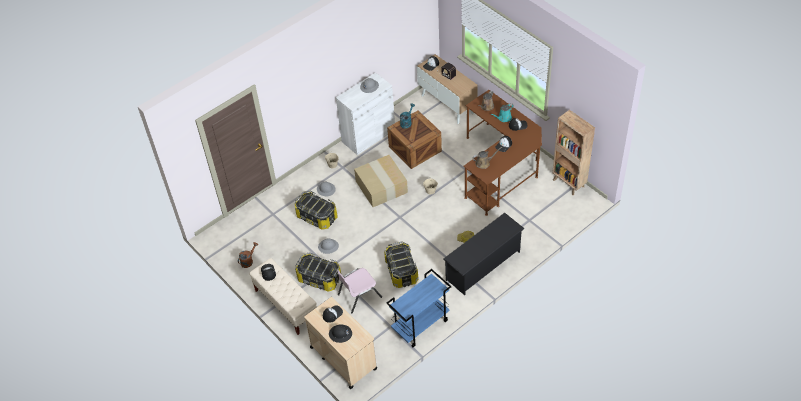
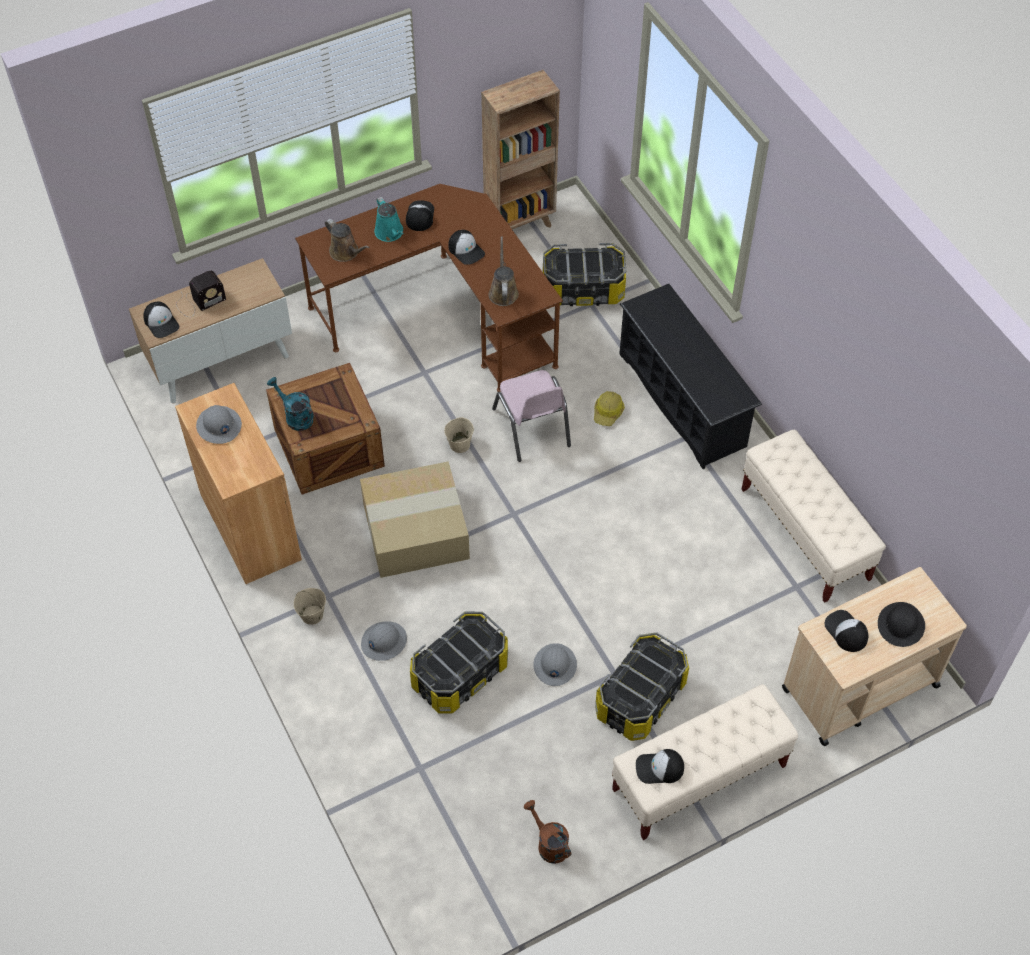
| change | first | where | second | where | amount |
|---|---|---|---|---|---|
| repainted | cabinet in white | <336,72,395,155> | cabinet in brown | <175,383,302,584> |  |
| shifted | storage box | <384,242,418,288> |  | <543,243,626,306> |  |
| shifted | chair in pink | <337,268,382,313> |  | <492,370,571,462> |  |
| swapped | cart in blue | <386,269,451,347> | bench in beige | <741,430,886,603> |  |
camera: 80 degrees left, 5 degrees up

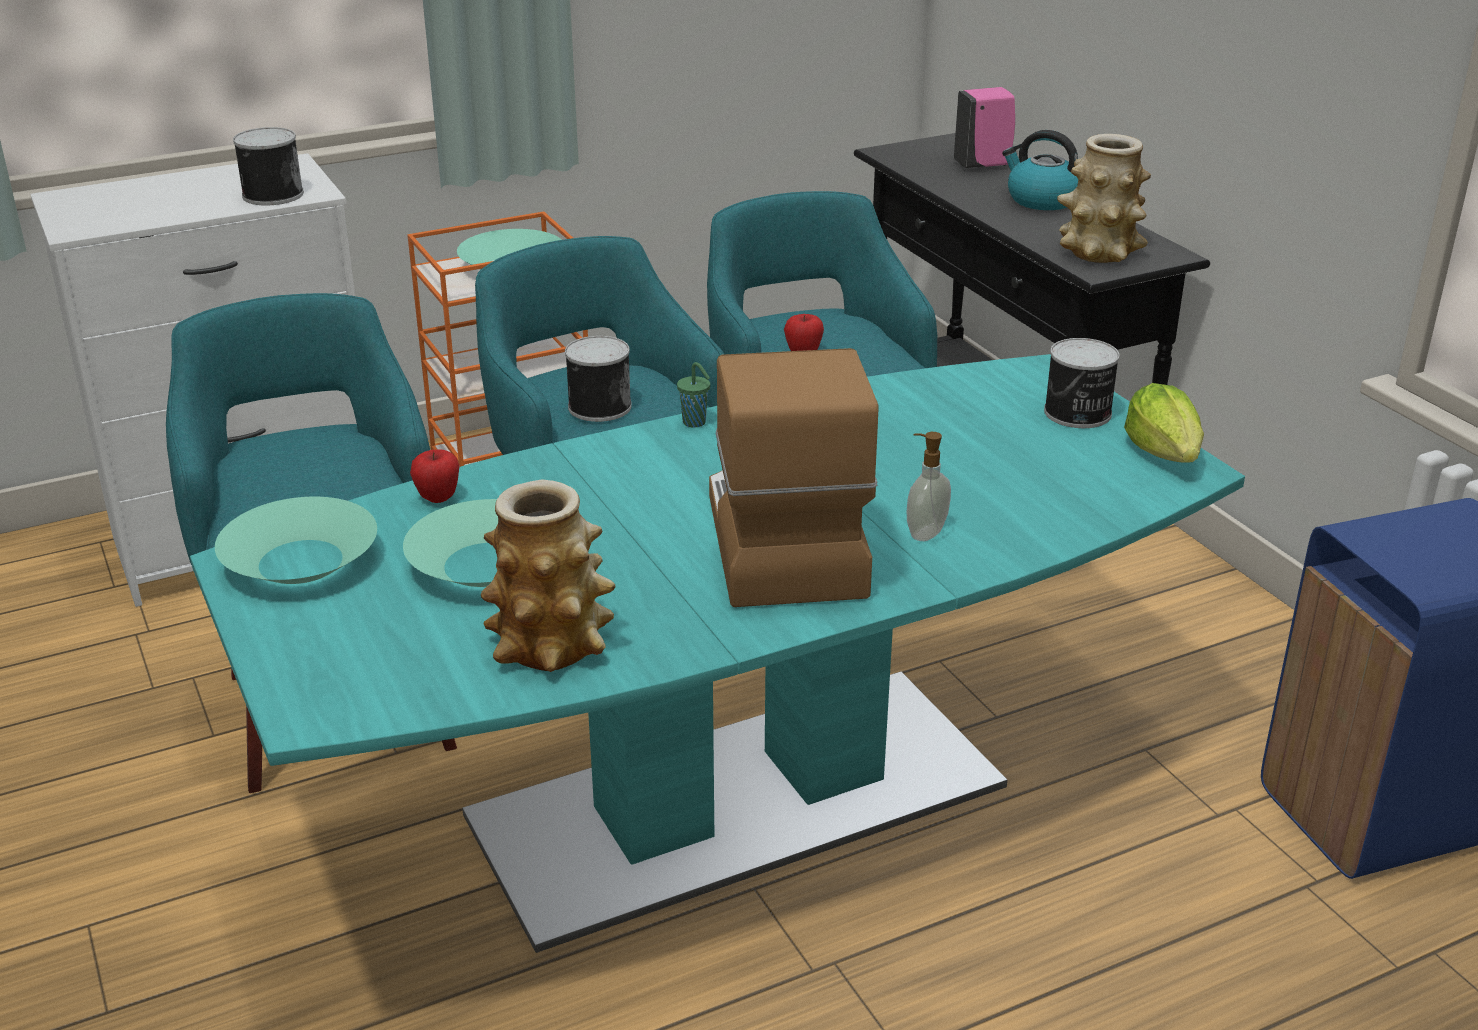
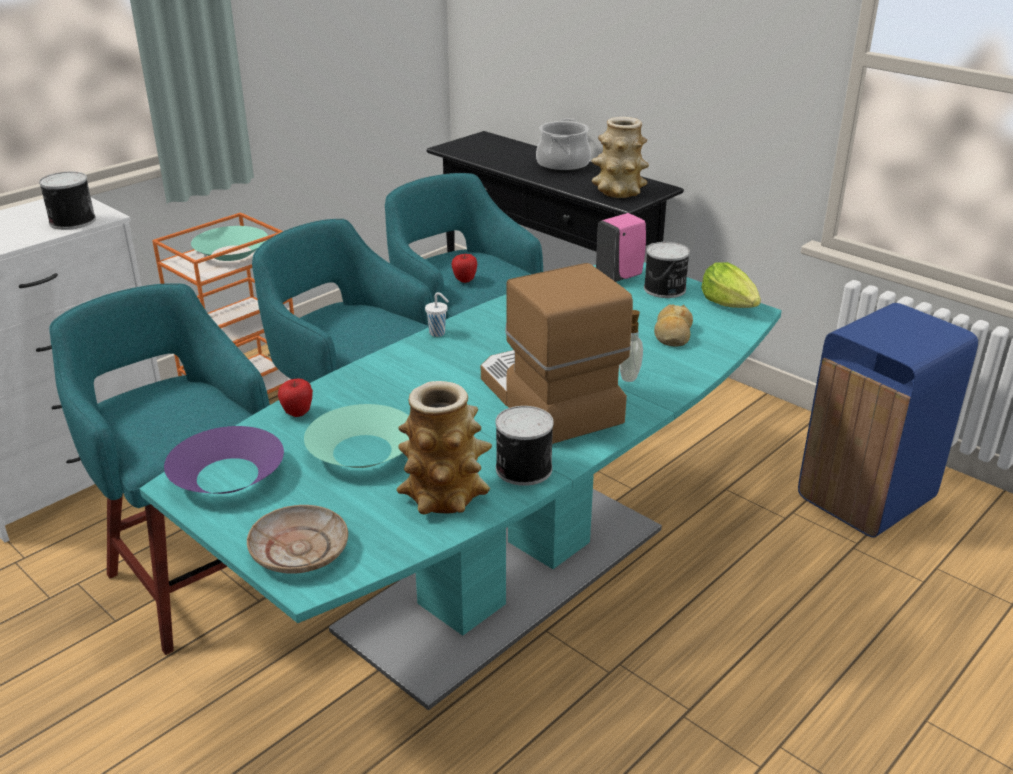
| change | first | where | second | where | amount |
|---|---|---|---|---|---|
| shifted | soap dispenser in pink | <954,87,1015,168> |  | <596,213,646,282> |  |
| swapped | kettle | <1002,130,1078,210> | cooking pot | <536,118,591,172> |  |
| shifted | can | <565,336,632,422> |  | <495,406,554,486> |  |
| repainted | cup in green | <677,362,710,427> | cup in white | <425,292,449,337> |  |
| repainted | bowl in turquoise | <215,497,377,584> | bowl in purple | <164,426,284,494> |  |
| new |  |  | bread | <654,304,693,347> |  |
| new |  |  | plate in beige | <247,505,348,574> |  |
camera: 20 degrees left, 0 degrees up

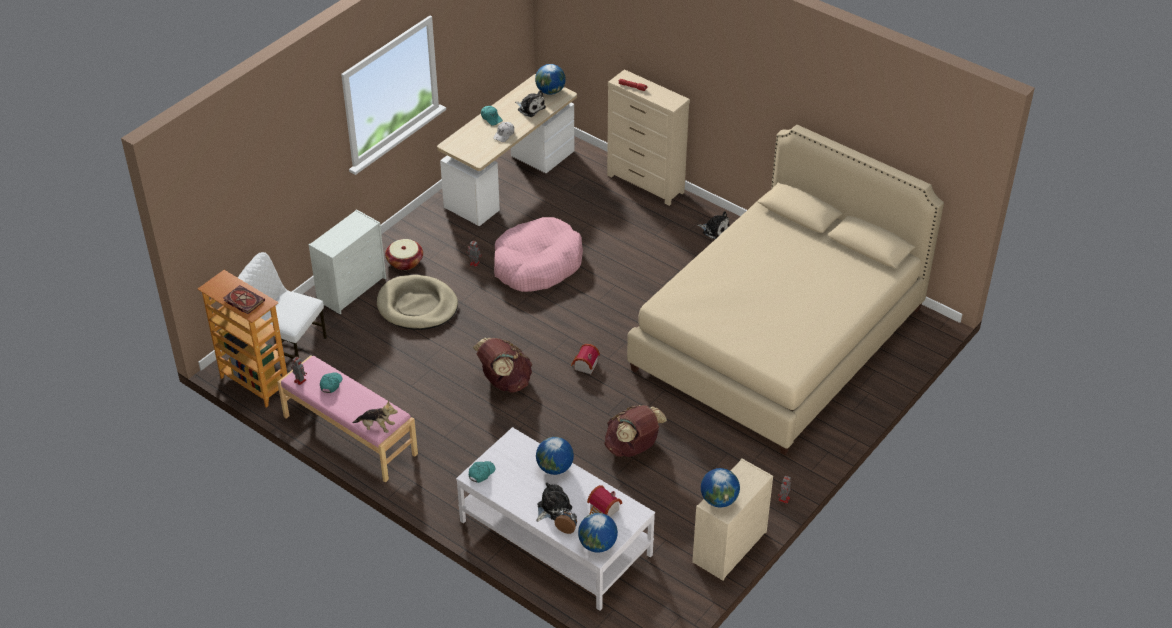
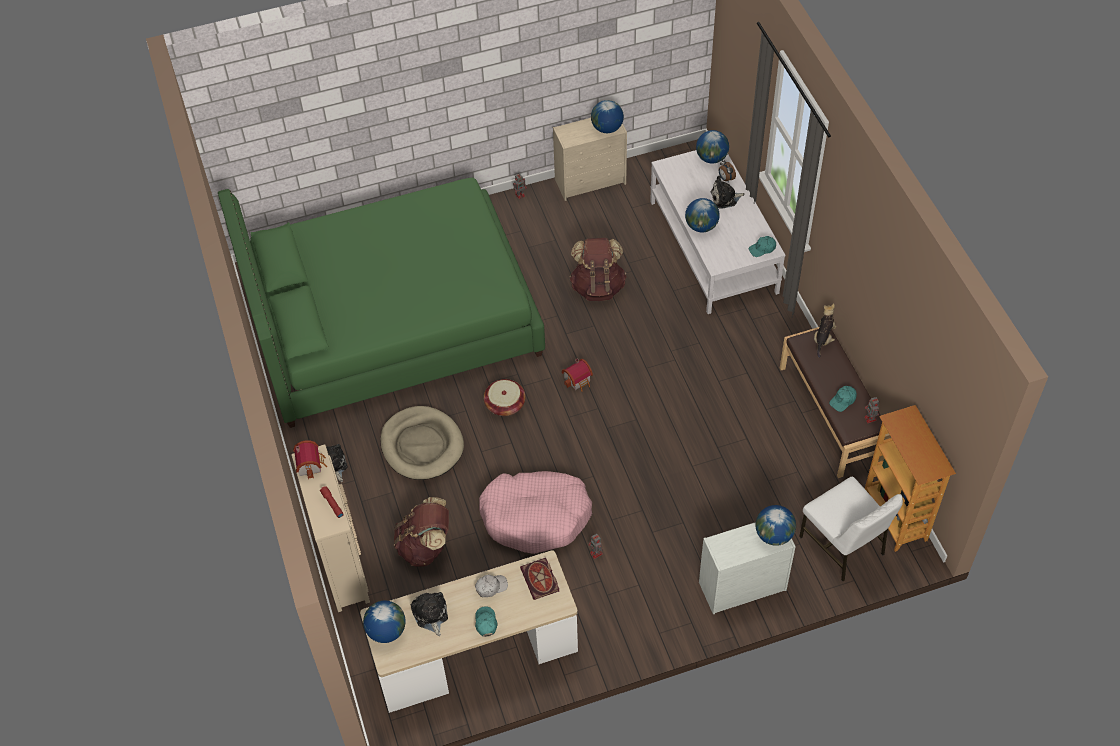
| change | first | where | second | where | amount |
|---|---|---|---|---|---|
| repainted | bed in beige | <627,125,944,455> | bed in green | <218,178,545,428> |  |
| shifted | basket | <385,239,423,270> |  | <484,379,526,416> |  |
| shifted | dog bed in beige | <377,275,458,330> |  | <380,406,464,480> |  |
| shifted | book | <223,285,265,314> |  | <520,558,559,600> |  |
| shifted | backpack in brown | <473,338,533,393> |  | <394,497,449,566> |  |
| repainted | bench in pink | <277,355,418,483> | bench in brown | <780,327,891,478> |  |
| rotated | plush toy | <353,400,398,433> |  | <814,303,836,358> | 60 degrees clockwise |
| shifted | toy house | <587,485,622,517> |  | <293,440,327,479> |  |
| new |  |  | globe | <755,505,796,546> |  |
camera: 145 degrees left, 10 degrees up

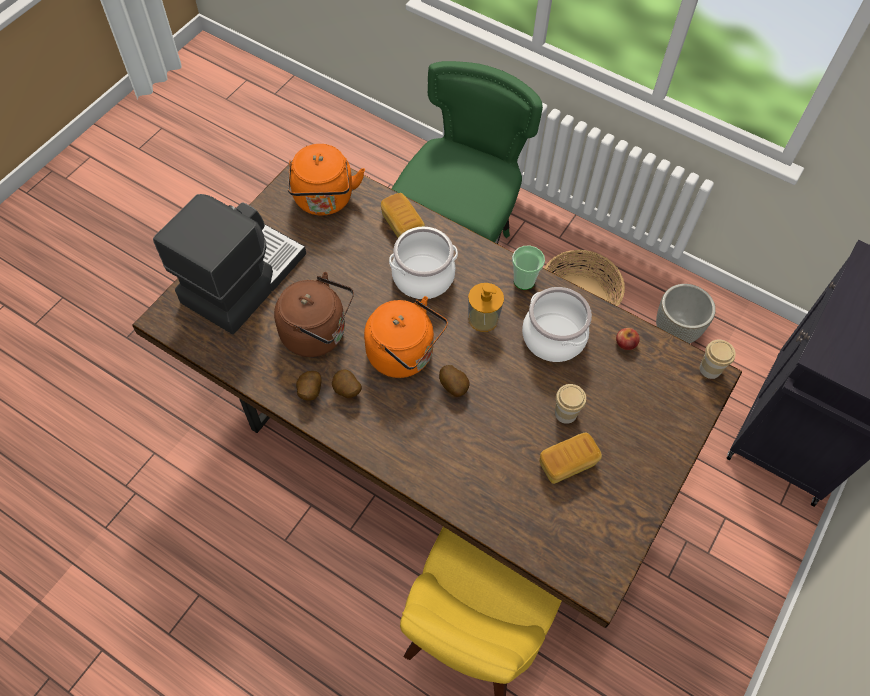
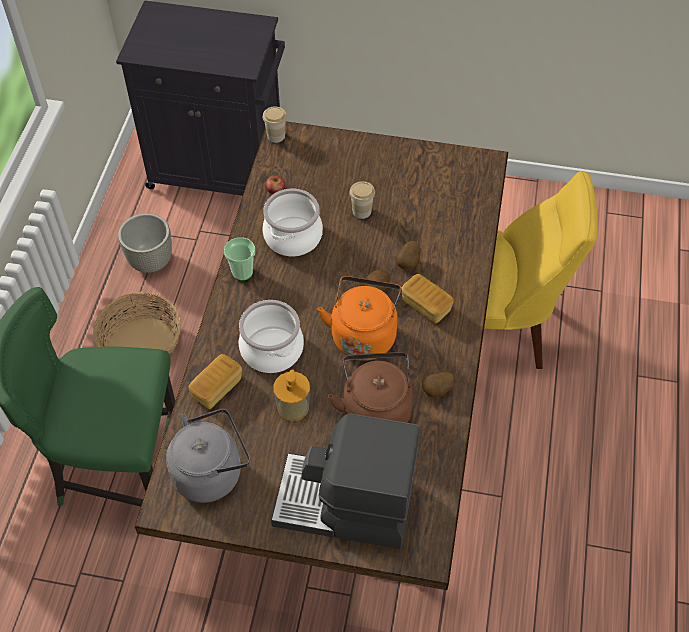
| change | first | where | second | where | amount |
|---|---|---|---|---|---|
| repainted | kettle in orange | <288,144,365,216> | kettle in grey | <166,409,250,503> |  |
| shifted | soap dispenser | <468,283,504,332> |  | <273,370,310,422> |  |
| shifted | potato | <332,369,362,398> |  | <396,241,421,270> |  |
| shifted | bread | <540,432,602,484> |  | <402,274,454,323> |  |
camera: 110 degrees left, 5 degrees down

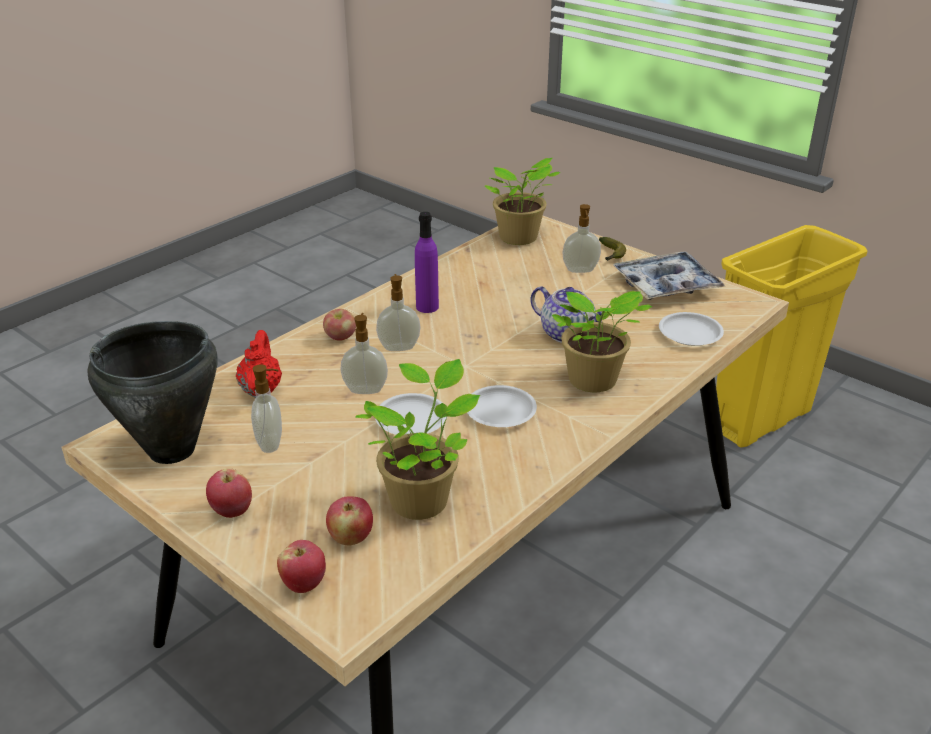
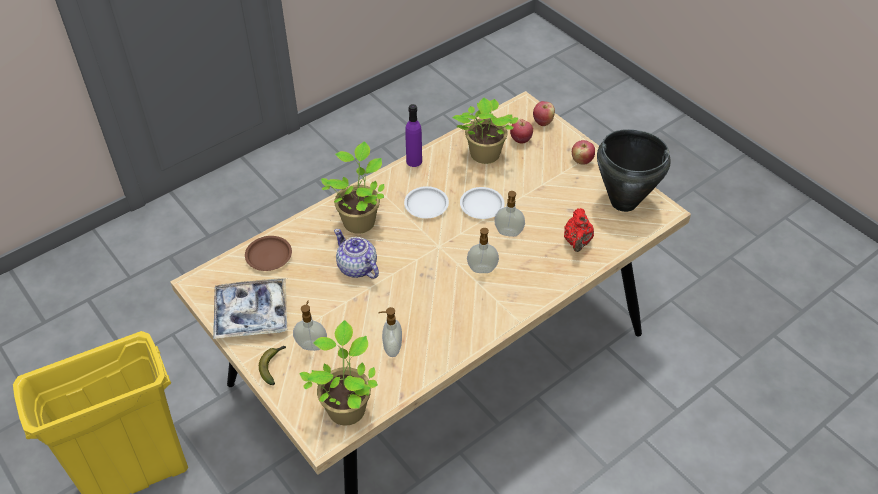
| change | first | where | second | where | amount |
|---|---|---|---|---|---|
| shifted | bottle in purple | <415,212,439,313> |  | <405,104,422,167> |  |
| gone | apple | <323,309,356,341> |  |  |  |
| repainted | plate in white | <659,312,724,346> | plate in brown | <245,236,292,271> |  |
| shifted | soap dispenser | <251,364,282,453> |  | <378,307,402,357> |  |
camera: 170 degrees left, 15 degrees up

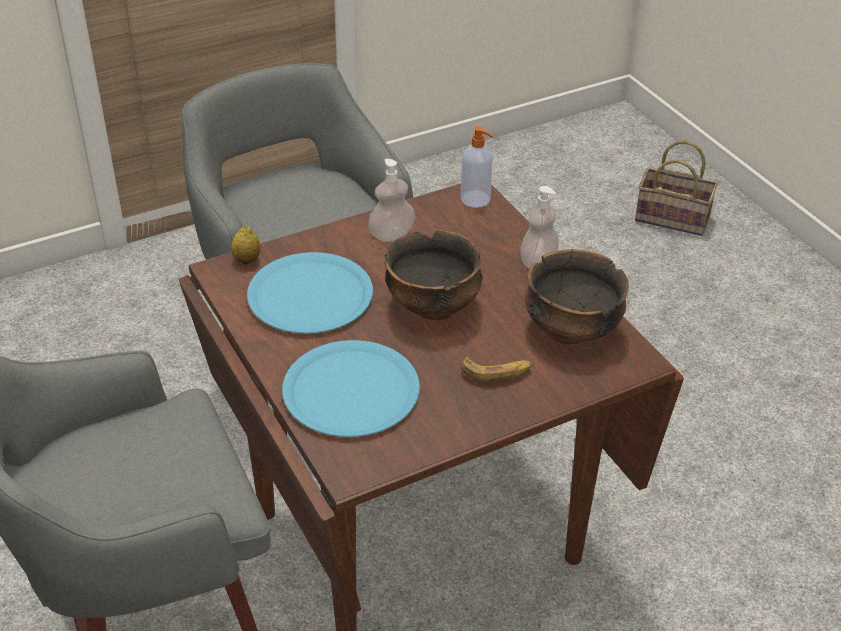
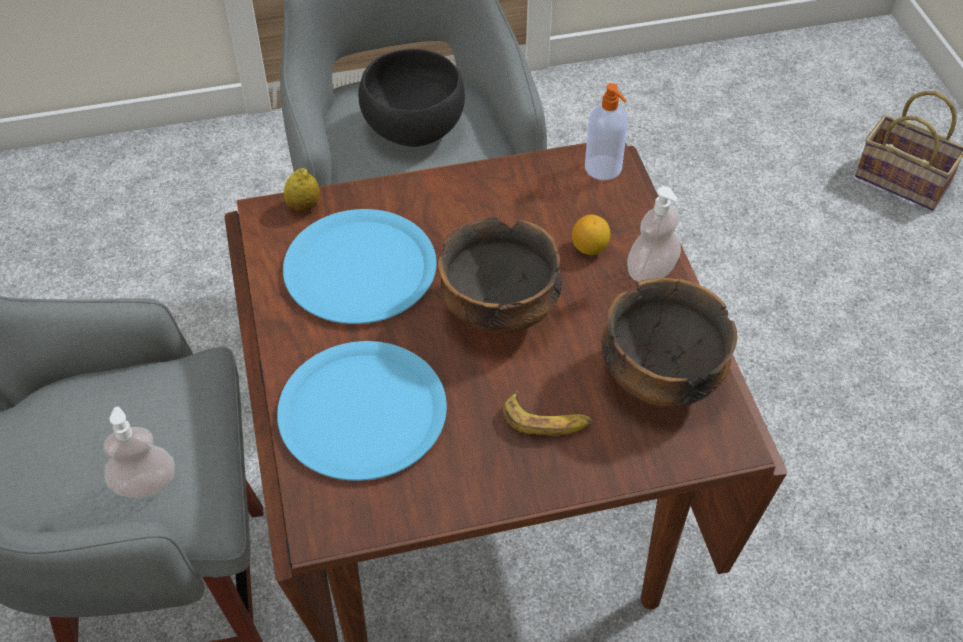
| change | first | where | second | where | amount |
|---|---|---|---|---|---|
| shifted | soap dispenser | <368,158,415,242> |  | <103,406,175,498> |  |
| new |  |  | bowl in black | <358,49,465,147> |  |
| new |  |  | lemon | <572,215,610,255> |  |
camera: 15 degrees right, 10 degrees up

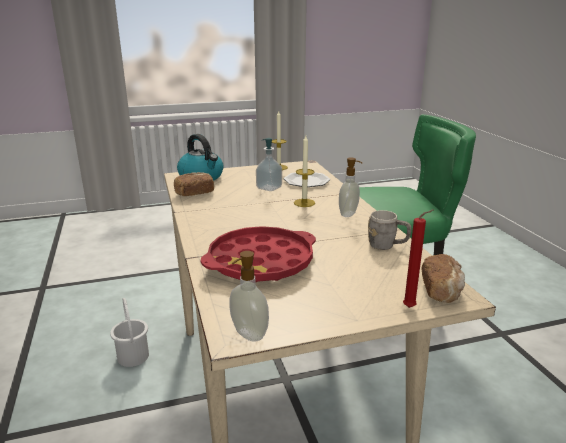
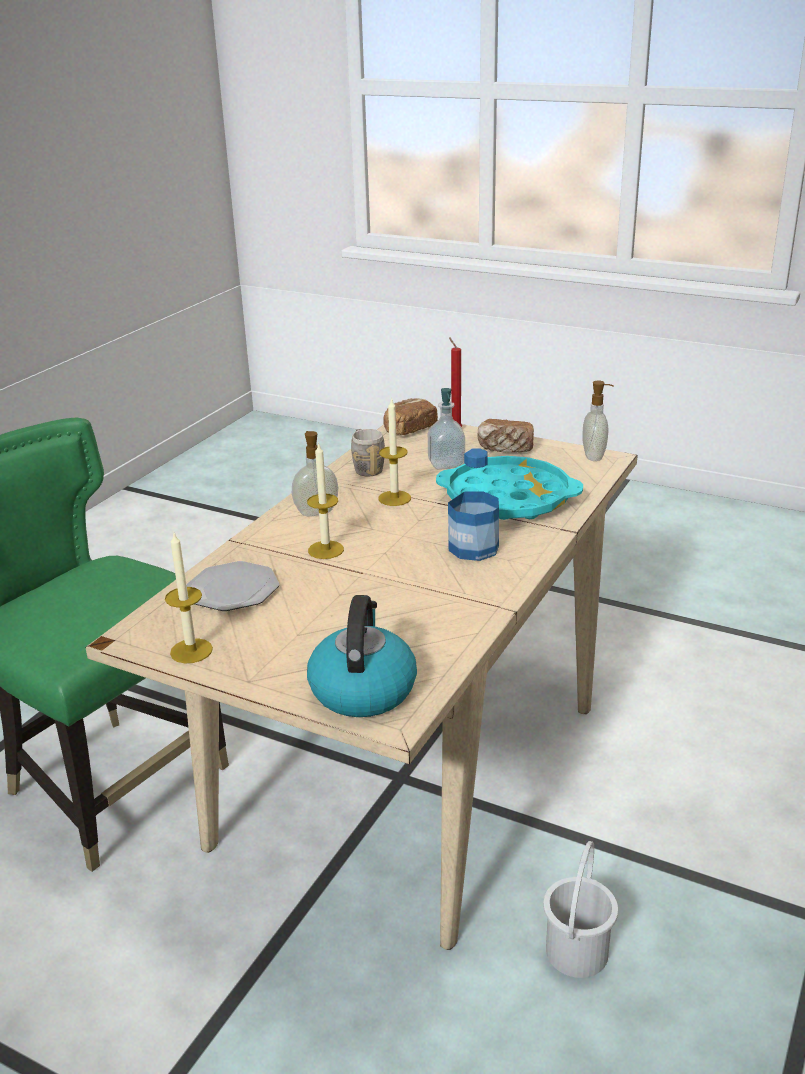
| change | first | where | second | where | amount |
|---|---|---|---|---|---|
| shifted | soap dispenser | <256,138,282,191> |  | <428,388,465,470> |  |
| shifted | bread | <174,172,214,196> |  | <478,419,534,452> |  |
| repainted | tray in red | <200,226,316,283> | tray in turquoise | <436,456,583,520> |  |
| new |  |  | candle | <378,398,411,506> |  |
| new |  |  | bottle | <448,448,499,561> |  |
camera: 135 degrees left, 5 degrees up

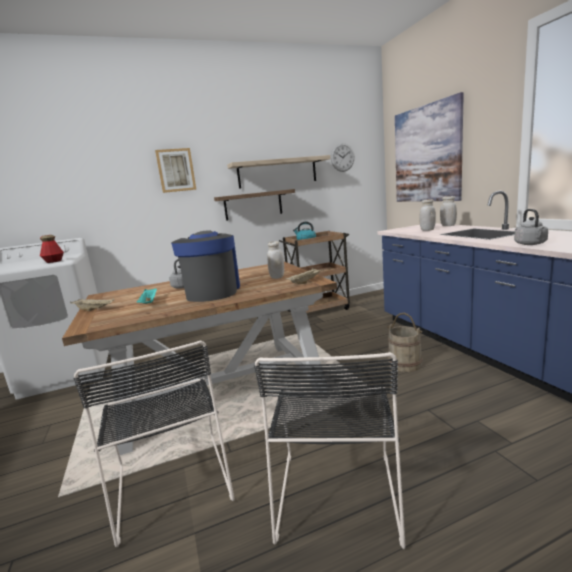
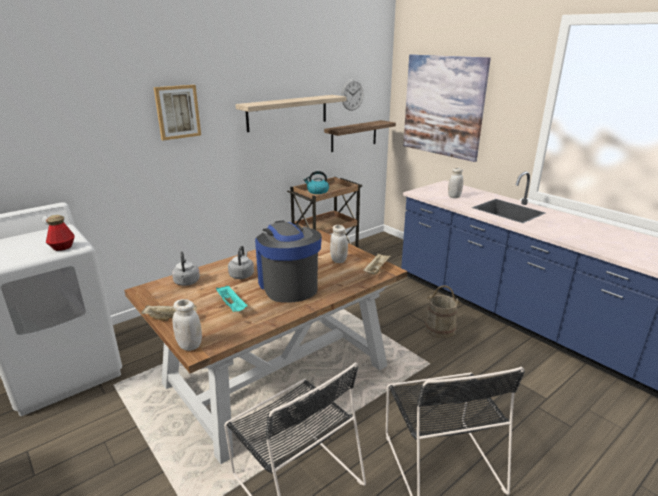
| change | first | where | second | where | amount |
|---|---|---|---|---|---|
| shifted | shelf | <214,189,295,221> |  | <324,120,396,152> |  |
| shifted | jar in white | <440,196,457,226> |  | <173,299,202,351> |  |
| shifted | kettle in grey | <514,209,548,245> |  | <172,251,200,286> |  |
camera: 20 degrees left, 10 degrees up

